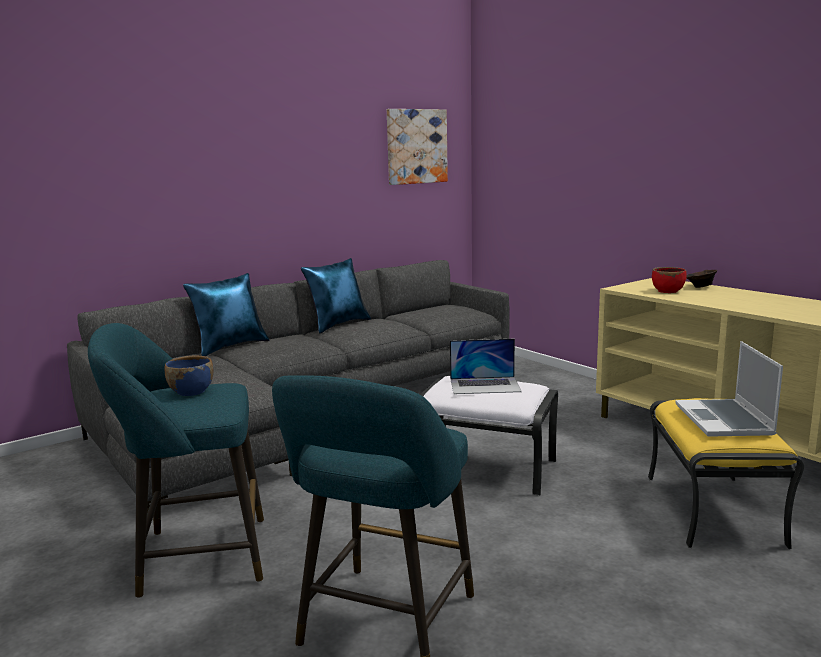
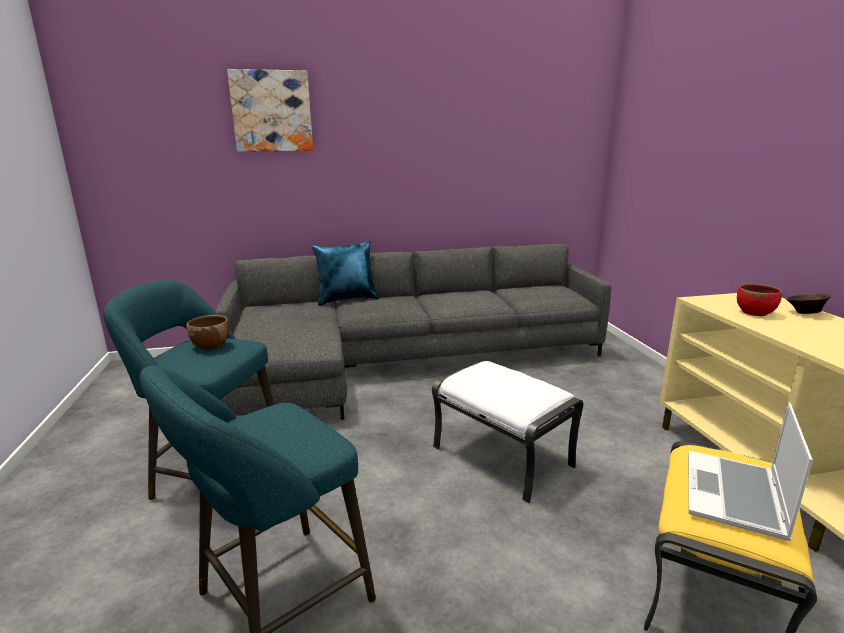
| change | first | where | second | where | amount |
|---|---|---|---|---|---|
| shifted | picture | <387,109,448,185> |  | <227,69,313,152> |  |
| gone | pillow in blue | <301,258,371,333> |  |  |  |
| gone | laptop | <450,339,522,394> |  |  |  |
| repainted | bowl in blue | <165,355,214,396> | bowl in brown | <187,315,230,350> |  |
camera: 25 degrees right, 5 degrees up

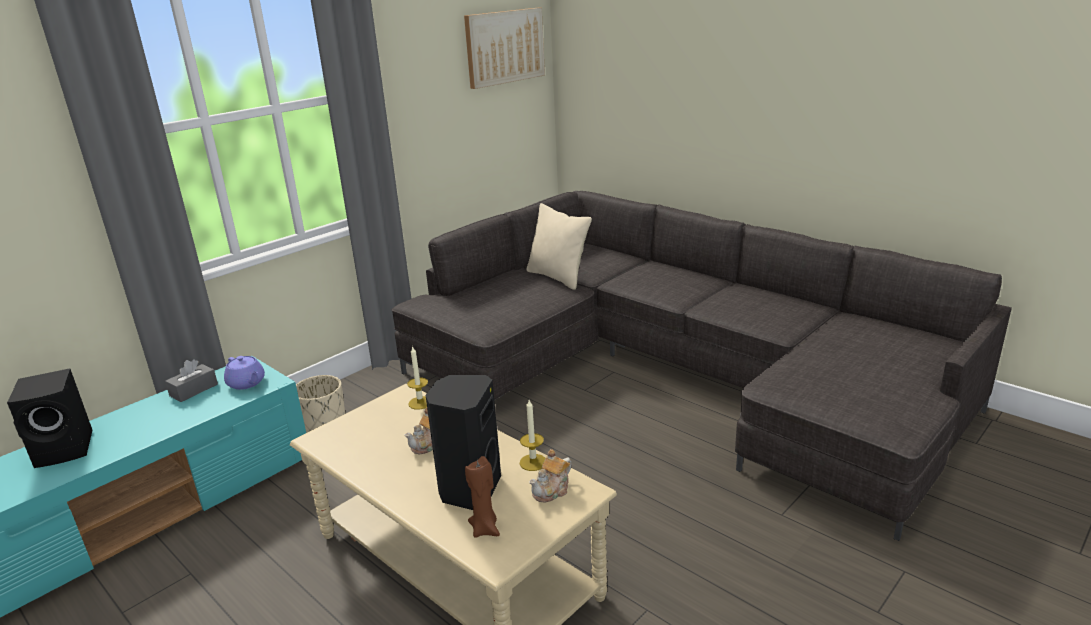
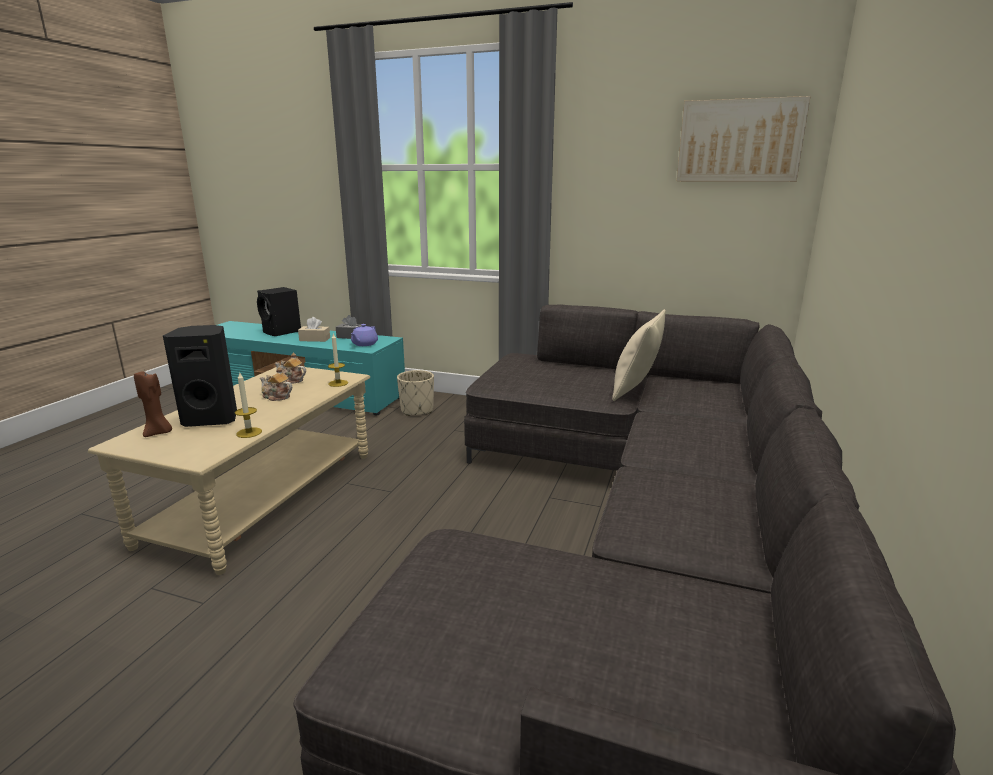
| change | first | where | second | where | amount |
|---|---|---|---|---|---|
| shifted | teapot | <529,449,572,503> |  | <275,353,306,383> |  |
| new |  |  | tissue box in beige | <298,317,330,342> |  |
camera: 65 degrees right, 5 degrees down

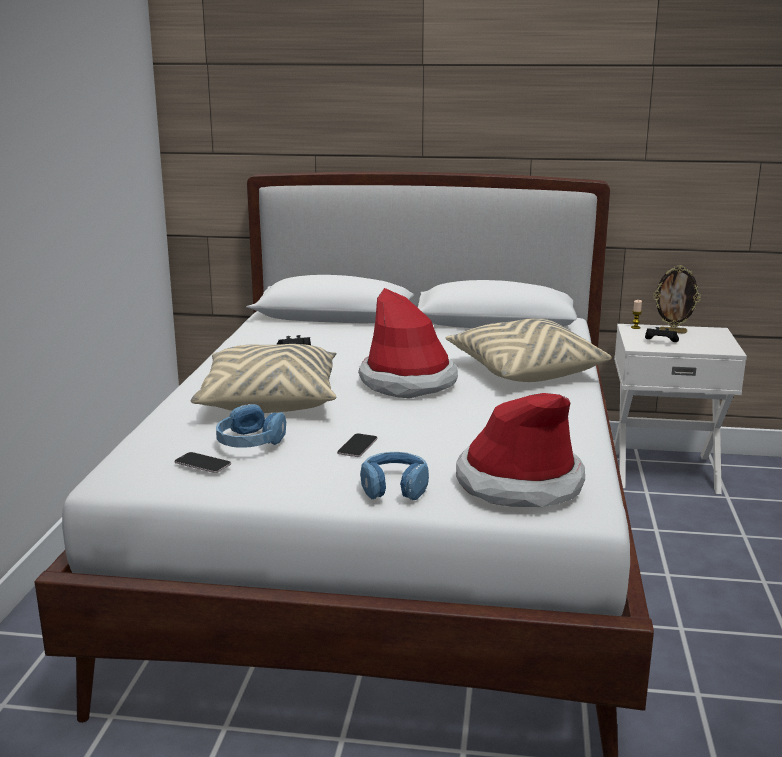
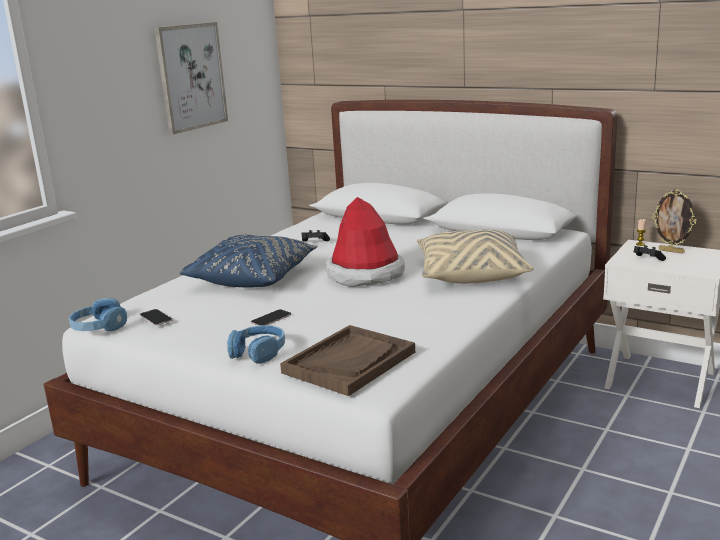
| change | first | where | second | where | amount |
|---|---|---|---|---|---|
| repainted | pillow in beige | <190,344,336,413> | pillow in blue | <179,235,318,287> |  |
| swapped | hat | <456,393,585,507> | tray in brown | <280,325,415,396> |  |
| shifted | headphones in blue | <216,404,286,448> |  | <69,298,127,332> |  |
| new |  |  | picture | <155,22,228,135> |  |
camera: 25 degrees right, 0 degrees up

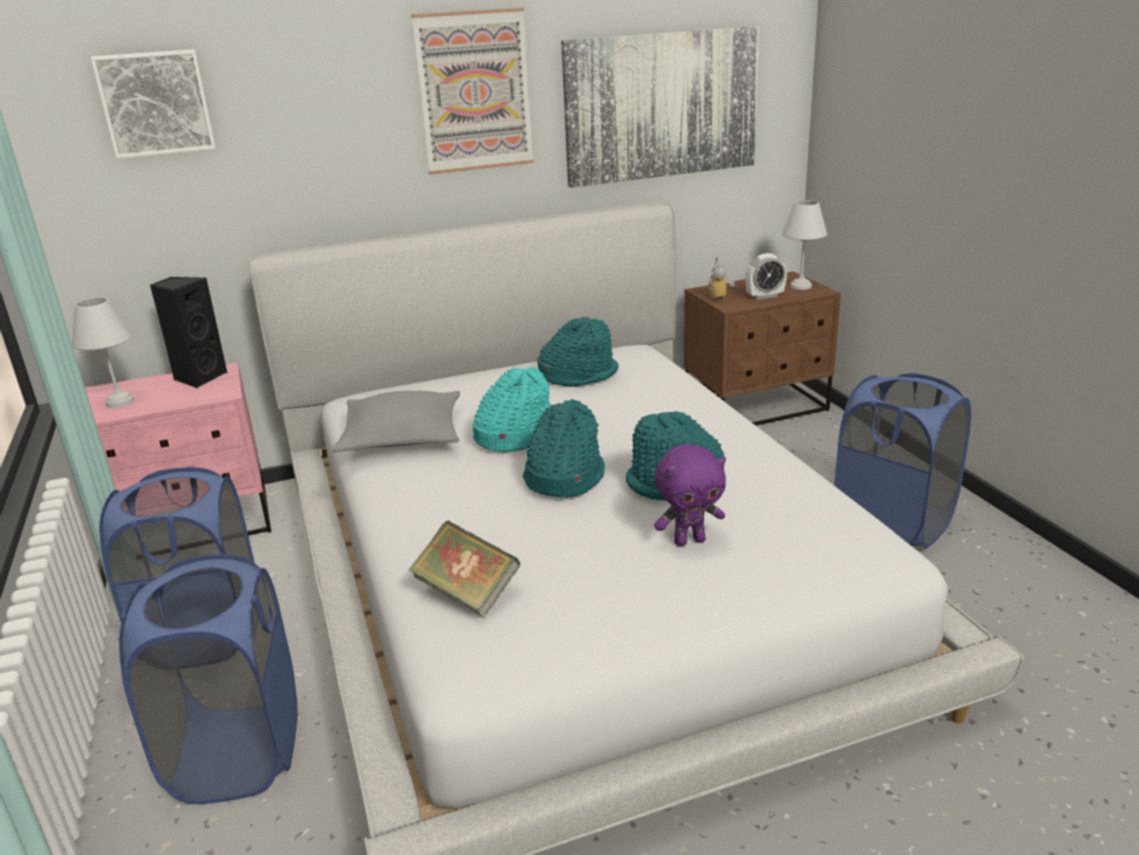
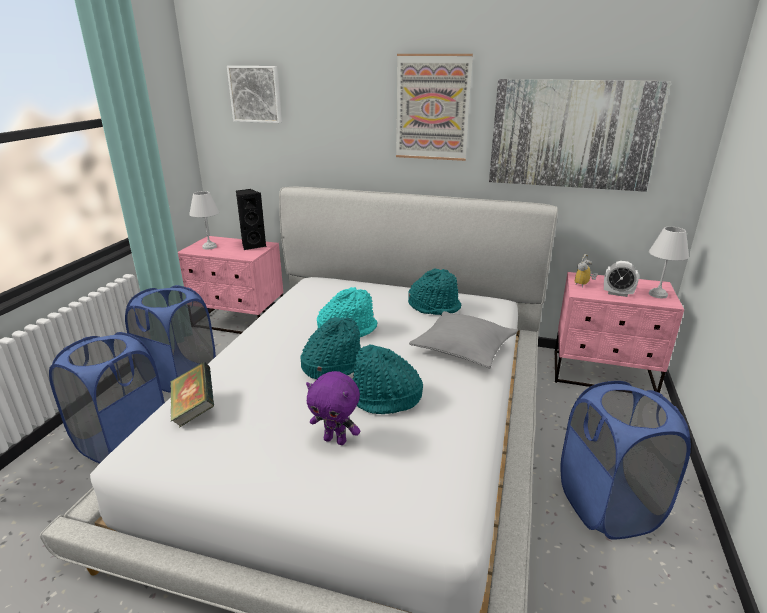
| change | first | where | second | where | amount |
|---|---|---|---|---|---|
| repainted | nightstand in brown | <684,271,841,425> | nightstand in pink | <554,272,684,393> |  |
| shifted | pillow in grey | <332,391,460,452> |  | <409,311,518,368> |  |
camera: 35 degrees right, 0 degrees up

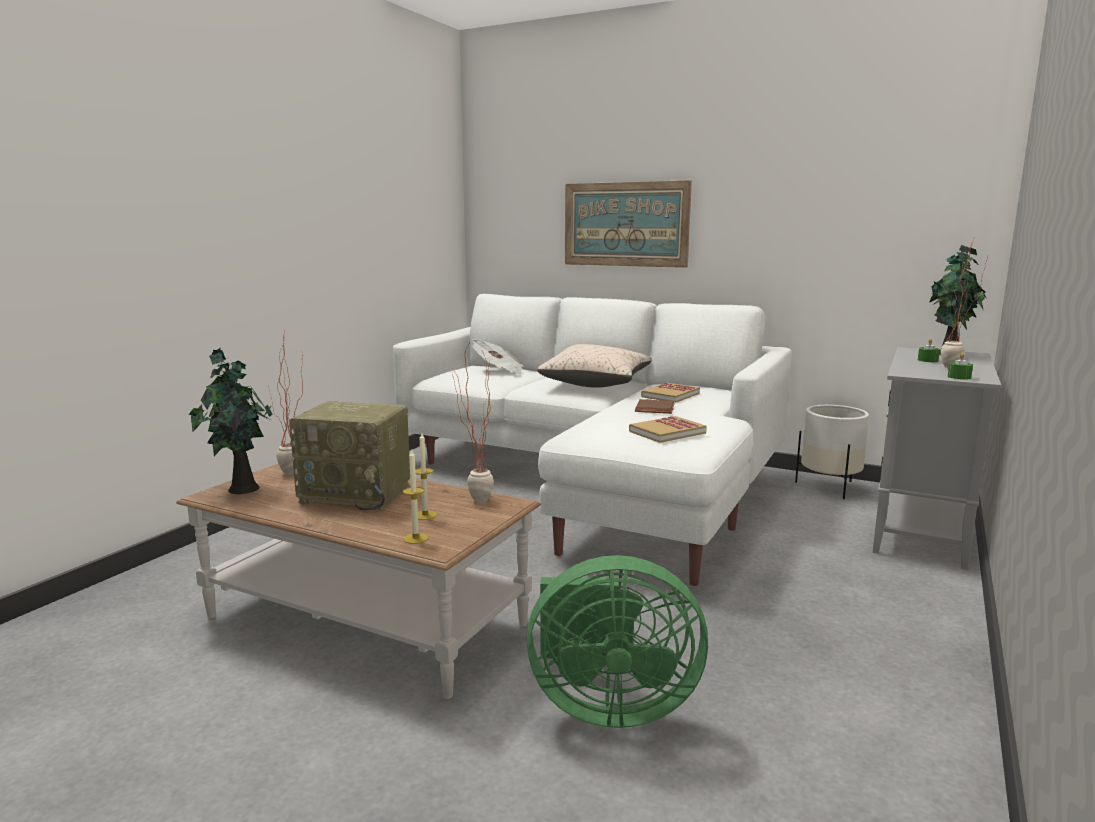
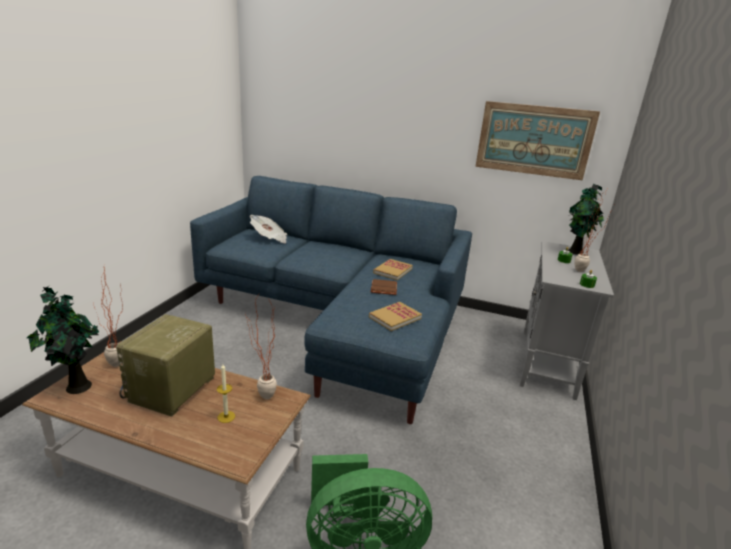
| change | first | where | second | where | amount |
|---|---|---|---|---|---|
| shifted | picture | <565,180,692,268> |  | <475,101,600,180> |  |
| repainted | sofa in white | <393,294,792,586> | sofa in blue | <190,176,472,424> |  |
| gone | pillow in beige | <537,344,652,388> |  |  |  |
| rotated | radio | <289,401,410,510> |  | <116,314,215,417> | 105 degrees clockwise |
| gone | planter in white | <795,405,869,499> |  |  |  |
| gone | candle | <403,450,428,544> |  |  |  |
camera: 10 degrees left, 10 degrees up

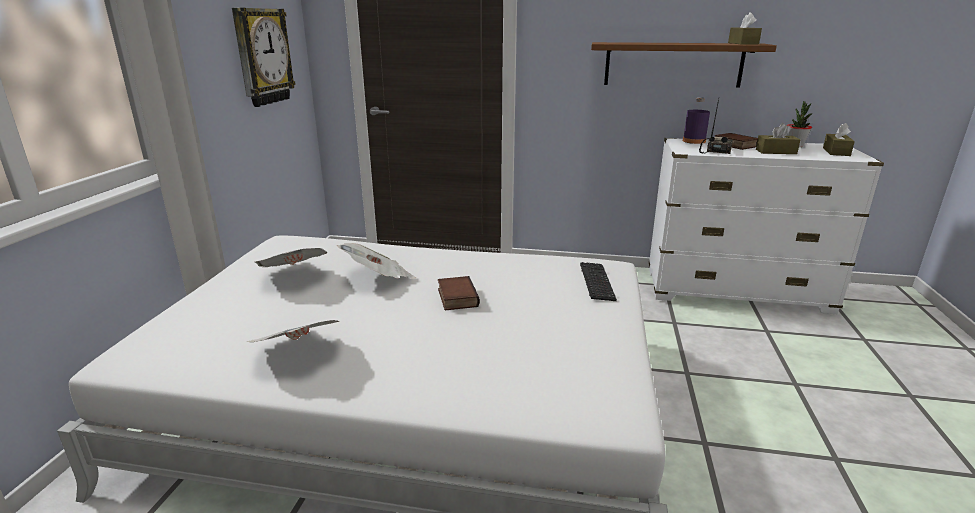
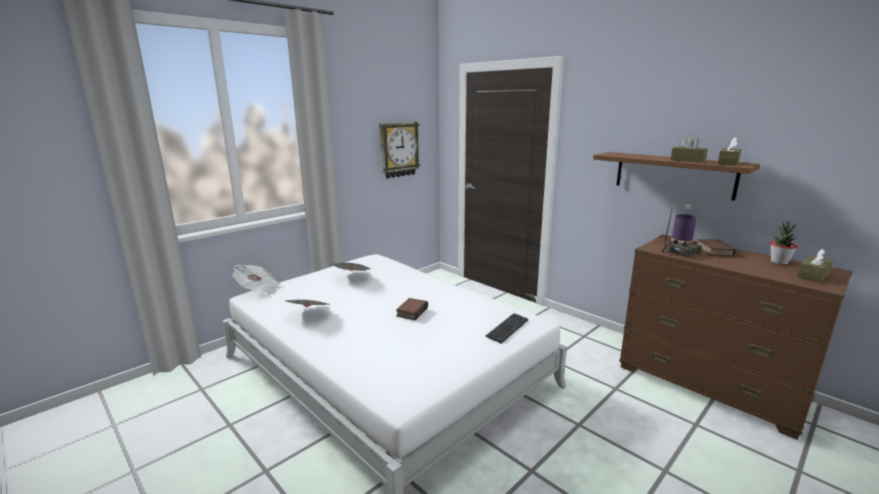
| change | first | where | second | where | amount |
|---|---|---|---|---|---|
| shifted | tissue box in brown | <756,123,800,154> |  | <671,135,708,163> |  |
| repainted | dresser in white | <649,138,884,314> | dresser in brown | <619,235,853,440> |  |
| shifted | newspaper | <337,243,417,278> |  | <232,265,280,295> |  |
camera: 35 degrees right, 5 degrees down

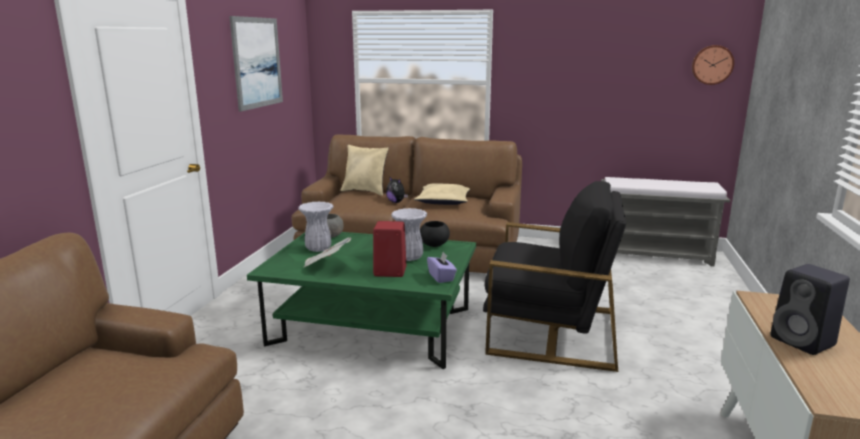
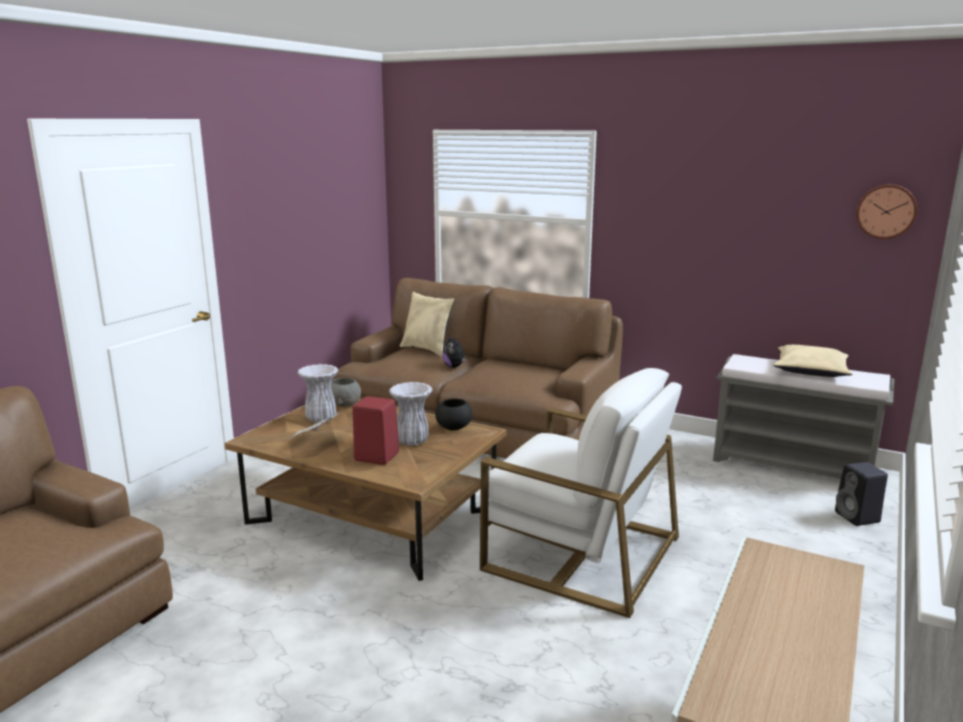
| change | first | where | second | where | amount |
|---|---|---|---|---|---|
| gone | picture | <229,16,283,112> |  |  |  |
| repainted | armchair in black | <483,181,626,372> | armchair in white | <480,368,682,618> |  |
| shifted | pillow in beige | <414,183,470,205> |  | <773,345,853,377> |  |
| repainted | coffee table in green | <247,232,476,369> | coffee table in brown | <224,399,507,581> |  |
| gone | tissue box in purple | <427,252,457,283> |  |  |  |
| shifted | speaker in black | <770,264,850,355> |  | <835,462,888,526> |  |
camera: 15 degrees right, 0 degrees up

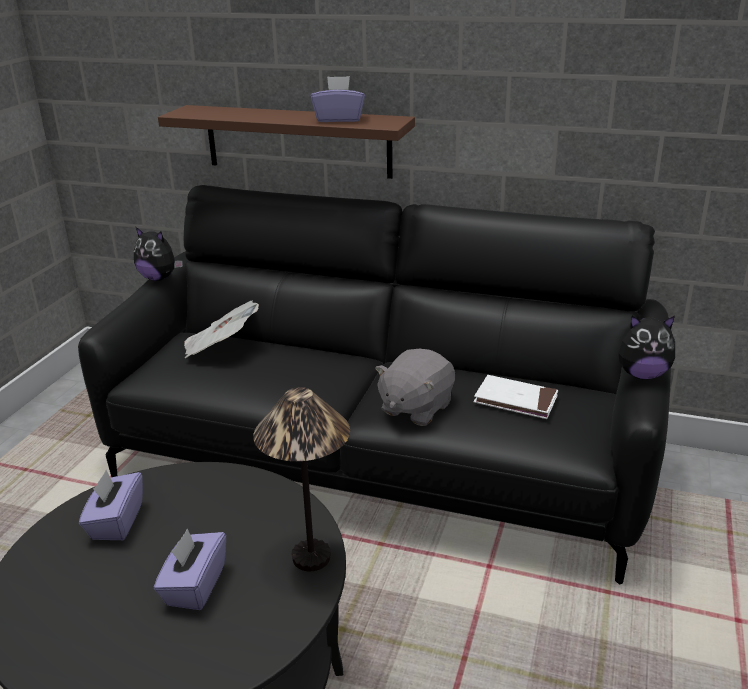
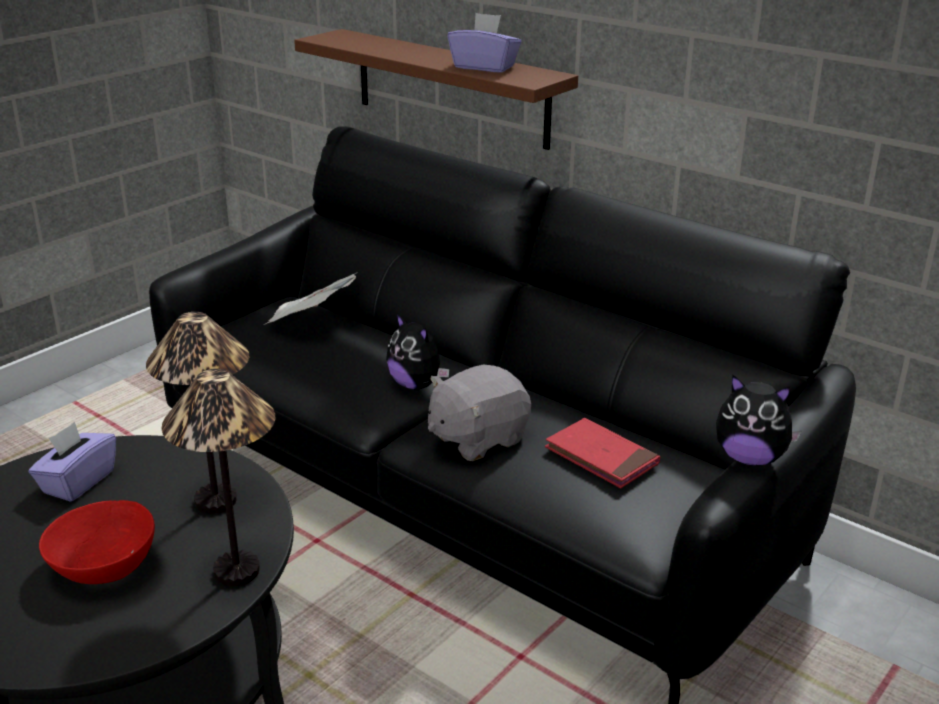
| change | first | where | second | where | amount |
|---|---|---|---|---|---|
| shifted | plush toy | <134,227,183,281> |  | <386,314,450,390> |  |
| repainted | book in white | <474,375,558,419> | book in red | <545,418,660,488> |  |
| swapped | tissue box in purple | <154,528,226,610> | bowl in red | <39,500,155,584> |  |
| new |  |  | table lamp | <146,312,249,514> |  |
camera: 20 degrees right, 0 degrees up

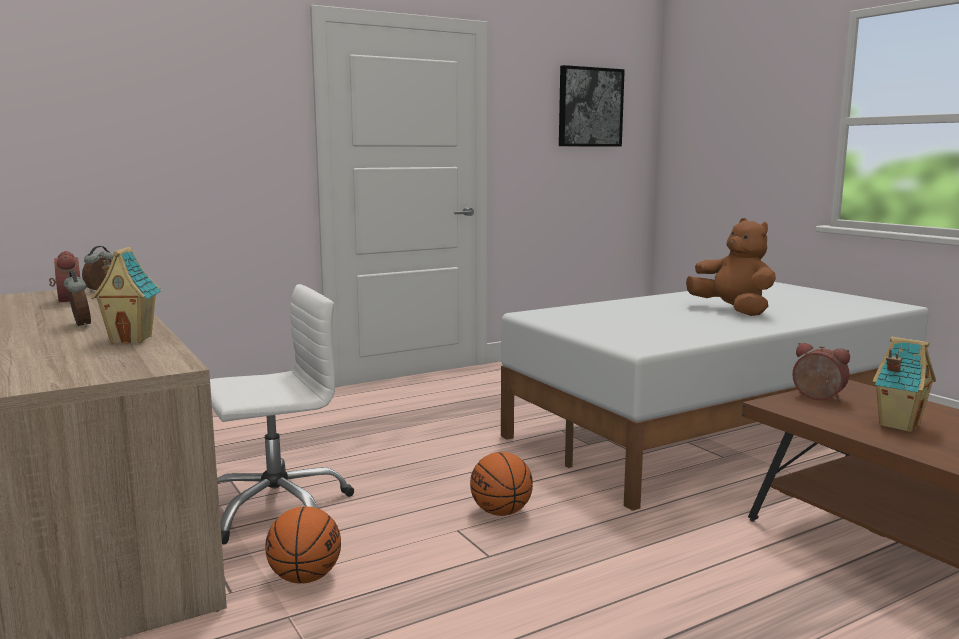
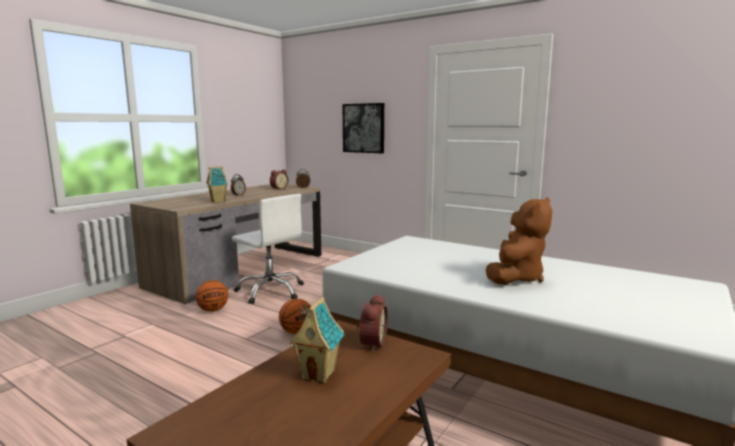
| change | first | where | second | where | amount |
|---|---|---|---|---|---|
| shifted | picture | <559,65,625,147> |  | <343,103,384,153> |  |
camera: 65 degrees right, 0 degrees up

